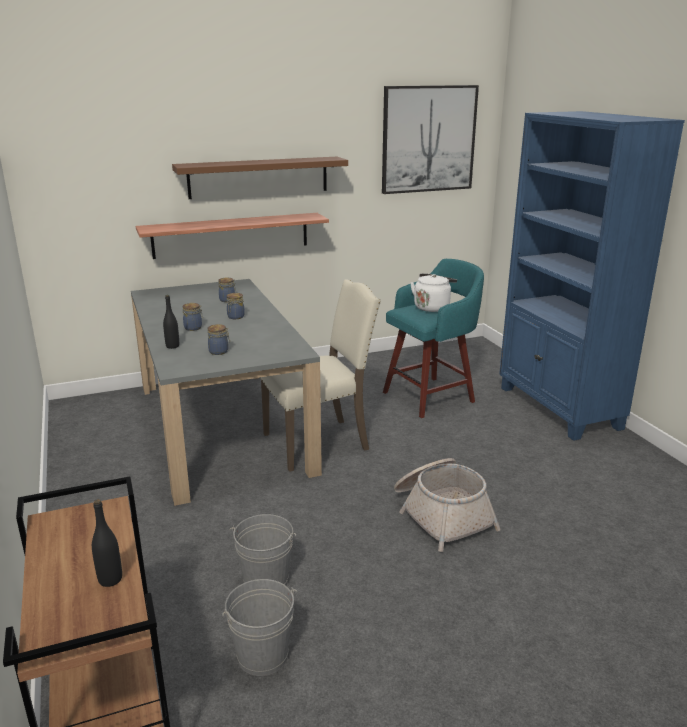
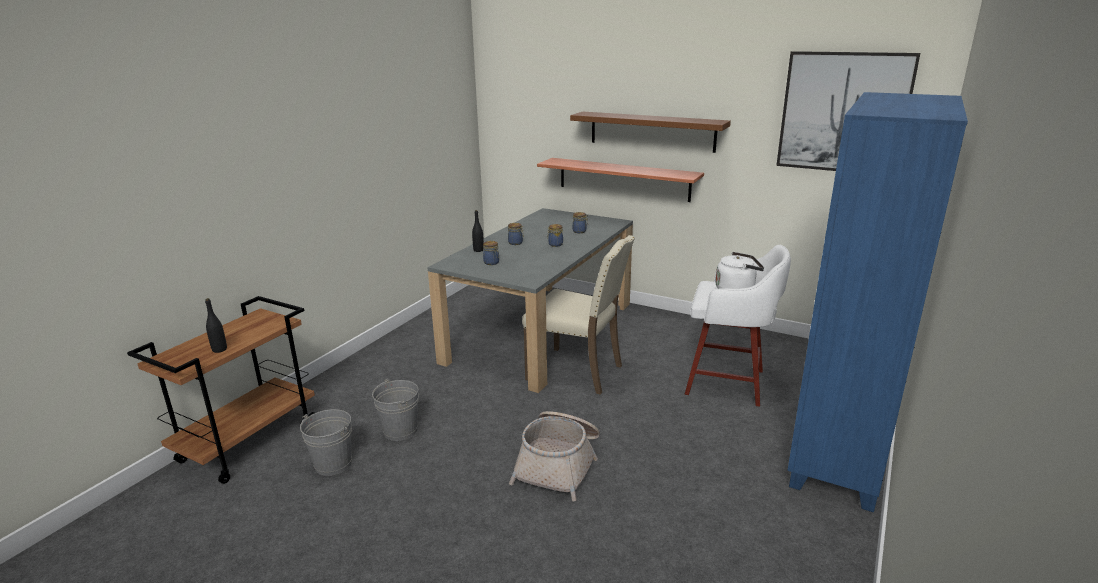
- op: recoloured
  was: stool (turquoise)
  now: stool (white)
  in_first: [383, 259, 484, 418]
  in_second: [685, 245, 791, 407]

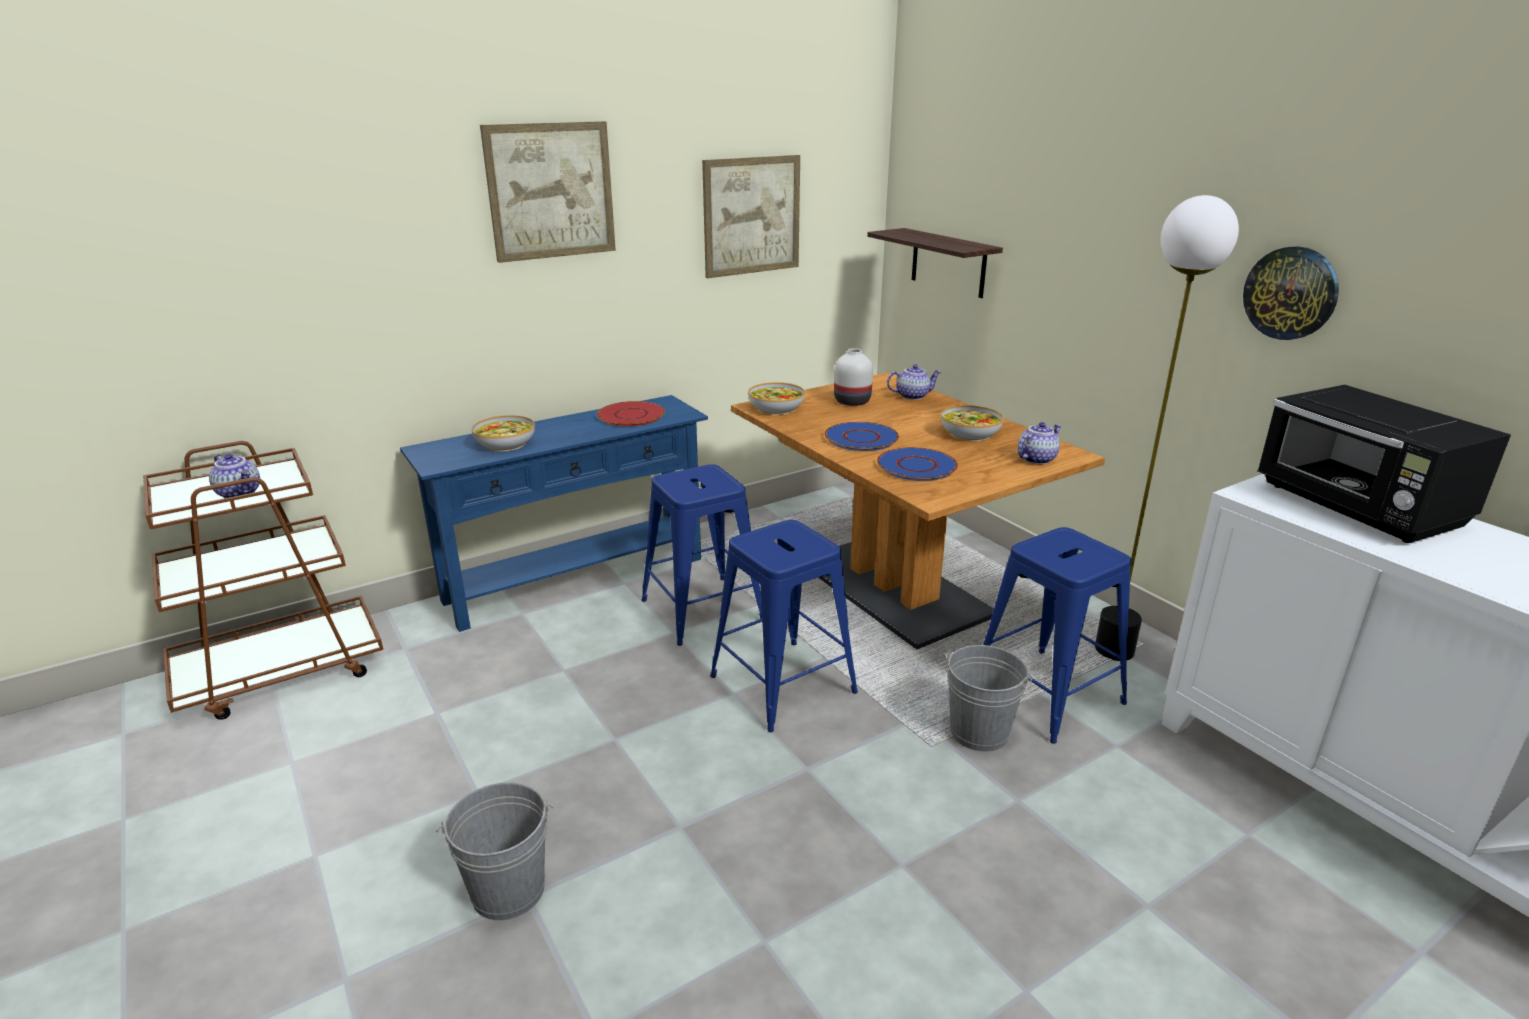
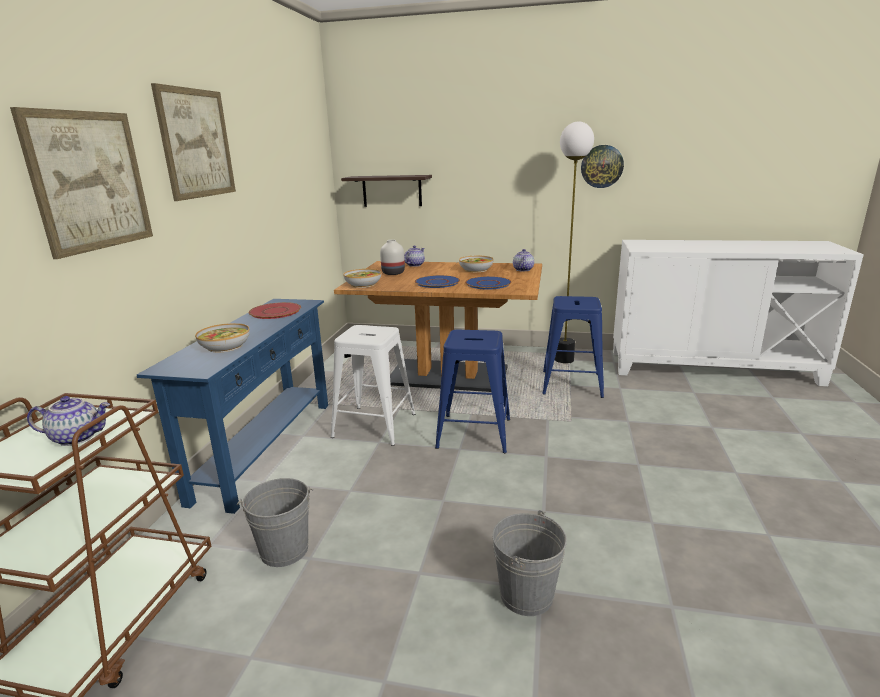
- op: moved
  was: picture
  in_first: [702, 155, 800, 278]
  in_second: [10, 107, 153, 259]
- op: removed
  was: microwave (black)
  in_first: [1257, 385, 1511, 543]
- op: recoloured
  was: stool (blue)
  now: stool (white)
  in_first: [642, 464, 762, 646]
  in_second: [331, 325, 415, 446]
- op: moved
  was: bucket (grey)
  in_first: [943, 645, 1032, 752]
  in_second: [237, 478, 313, 567]

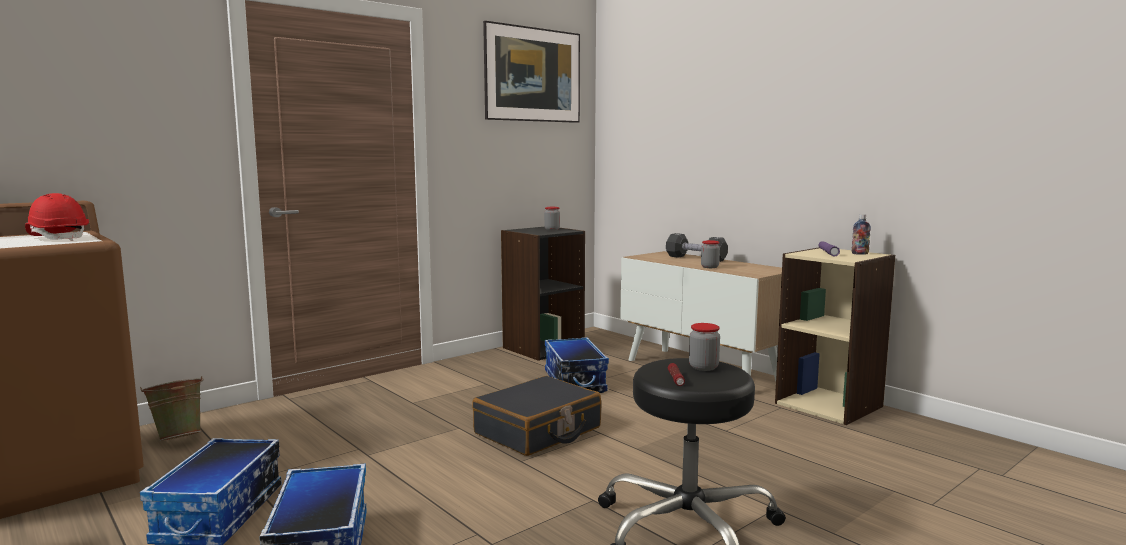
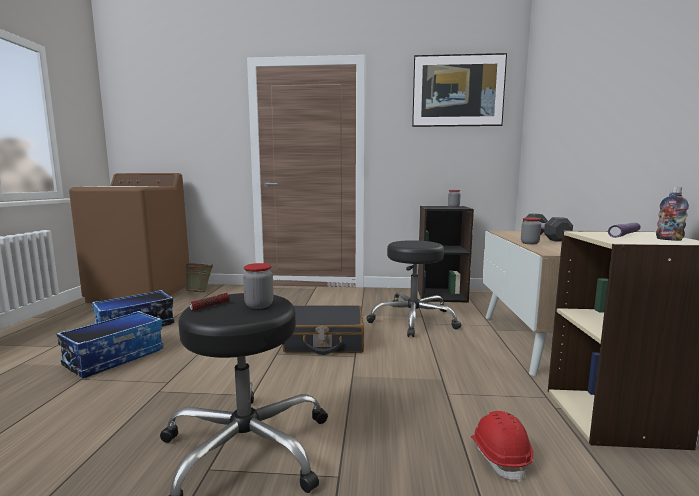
- op: moved
  was: hard hat (red)
  in_first: [25, 193, 89, 241]
  in_second: [471, 411, 533, 483]
- op: replaced
  was: storage box
  now: stool (black)
  in_first: [545, 337, 609, 393]
  in_second: [366, 240, 461, 337]

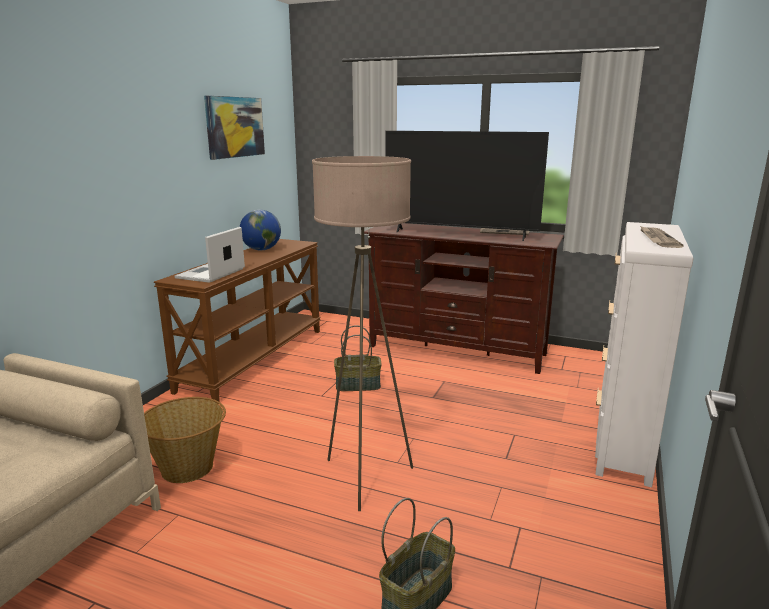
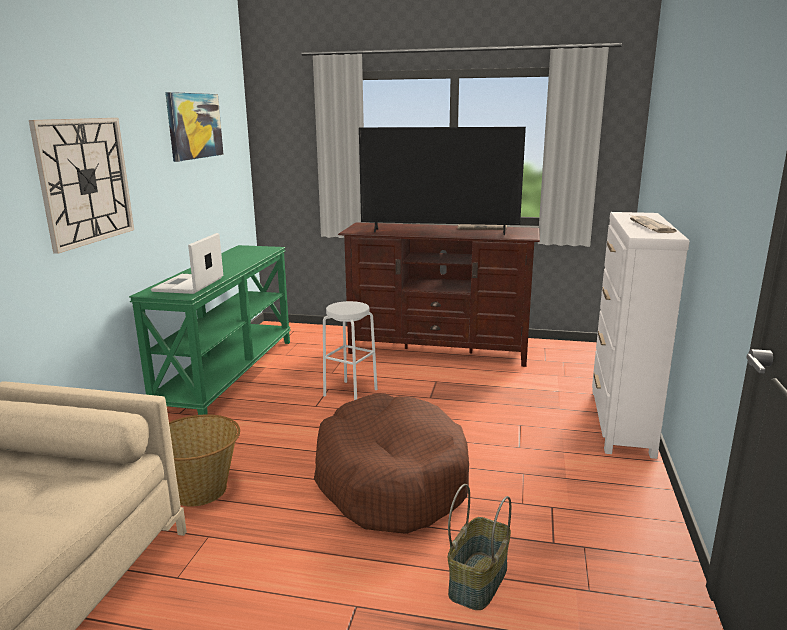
- op: replaced
  was: floor lamp (beige)
  now: dog bed (brown)
  in_first: [312, 156, 413, 511]
  in_second: [314, 394, 469, 534]
- op: removed
  was: globe
  in_first: [240, 209, 281, 250]
- op: recoloured
  was: console table (brown)
  now: console table (green)
  in_first: [154, 239, 321, 401]
  in_second: [129, 245, 291, 415]
- op: replaced
  was: basket
  now: stool (white)
  in_first: [334, 325, 382, 391]
  in_second: [323, 301, 378, 400]
- op: added
  now: wall clock
  in_second: [29, 118, 134, 254]

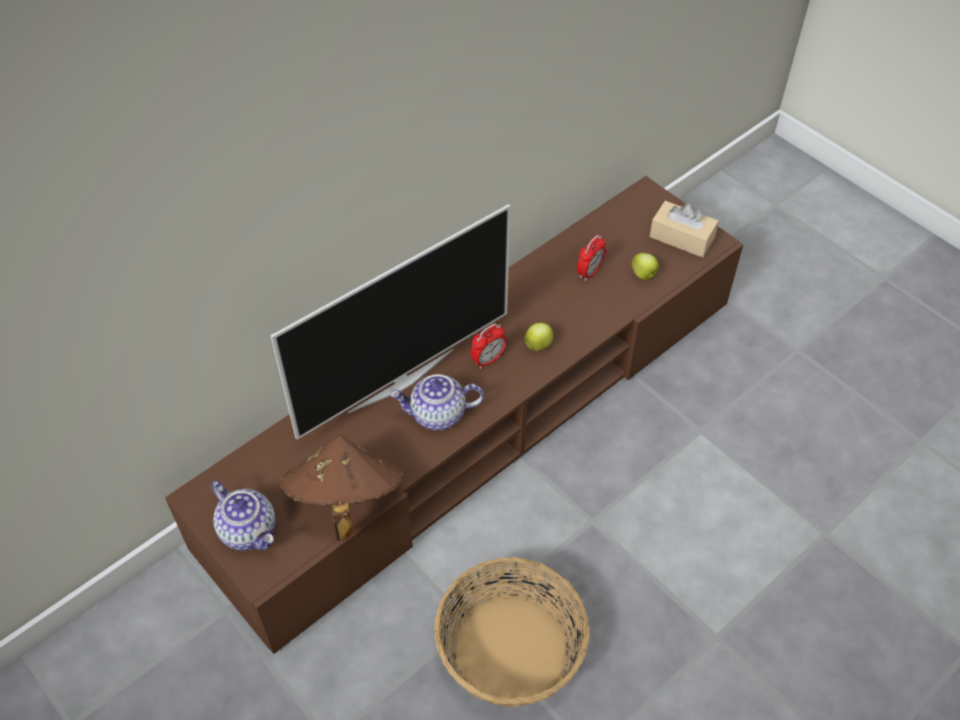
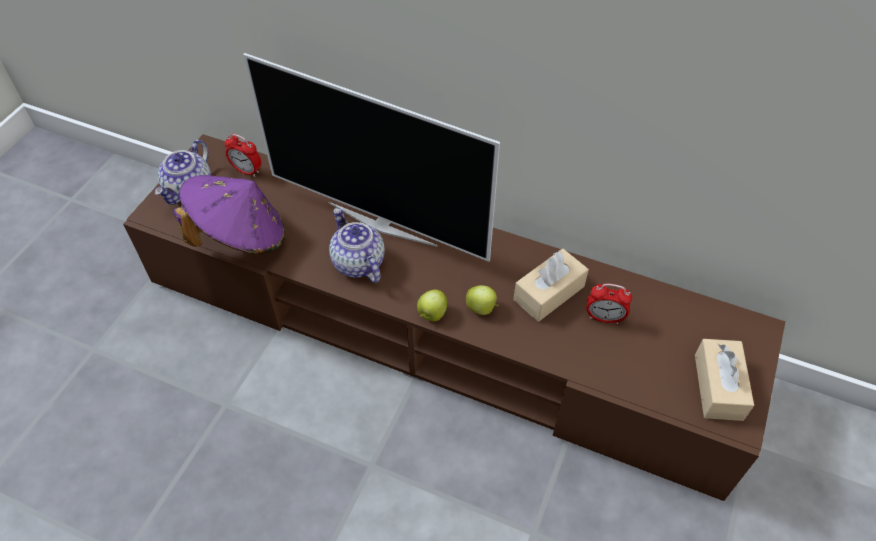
- op: moved
  was: apple
  in_first: [632, 253, 659, 280]
  in_second: [417, 289, 448, 321]
- op: moved
  was: alarm clock
  in_first: [470, 324, 507, 369]
  in_second: [224, 134, 261, 177]
- op: recoloured
  was: hat (brown)
  now: hat (purple)
  in_first: [280, 435, 404, 541]
  in_second: [173, 175, 285, 254]
- op: removed
  was: basket
  in_first: [434, 557, 589, 707]
- op: added
  now: tissue box (beige)
  in_second: [513, 249, 589, 322]

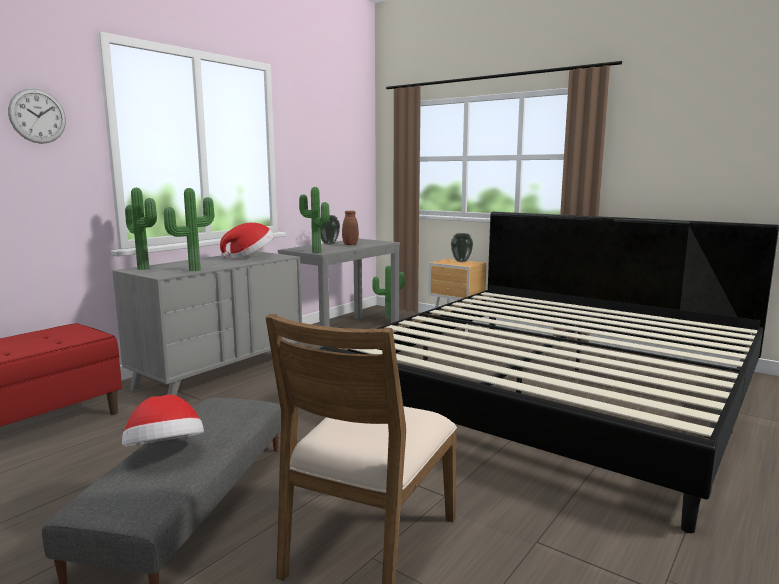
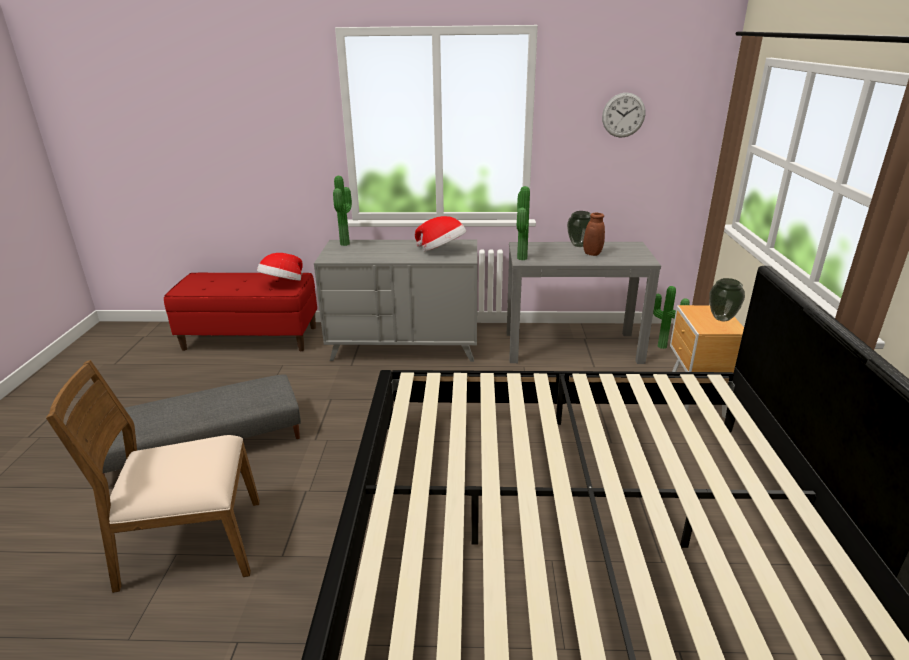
- op: moved
  was: wall clock
  in_first: [8, 89, 66, 144]
  in_second: [602, 93, 645, 138]
- op: removed
  was: potted plant
  in_first: [164, 188, 214, 271]
- op: moved
  was: hat
  in_first: [122, 394, 204, 447]
  in_second: [257, 253, 303, 281]

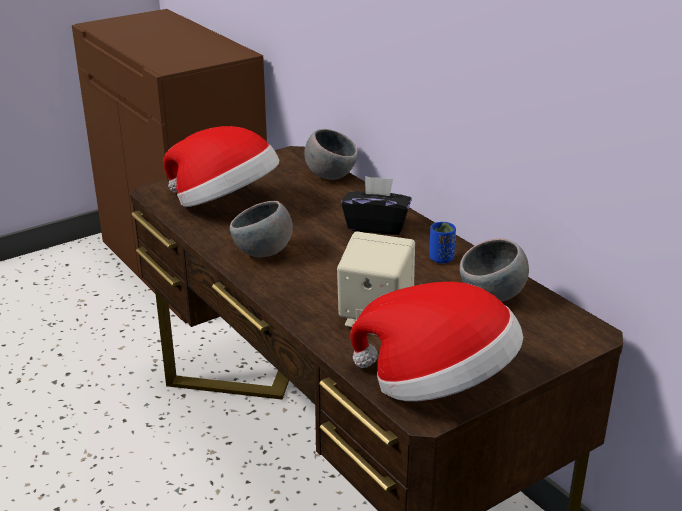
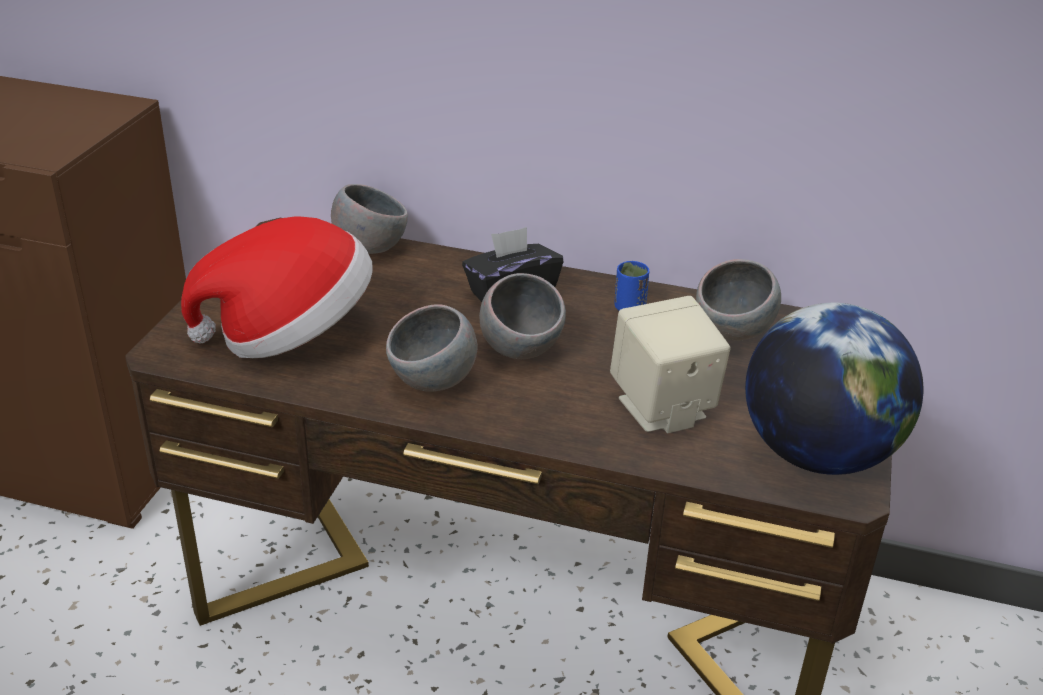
- op: replaced
  was: hat
  now: globe
  in_first: [350, 282, 523, 401]
  in_second: [745, 302, 923, 475]
- op: added
  now: bowl (grey)
  in_second: [479, 273, 566, 359]

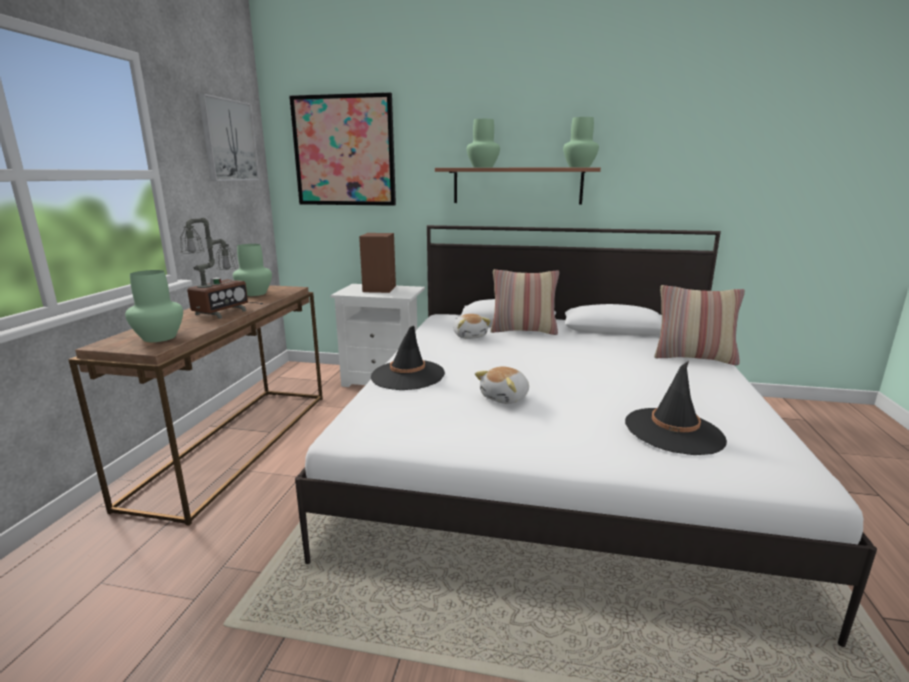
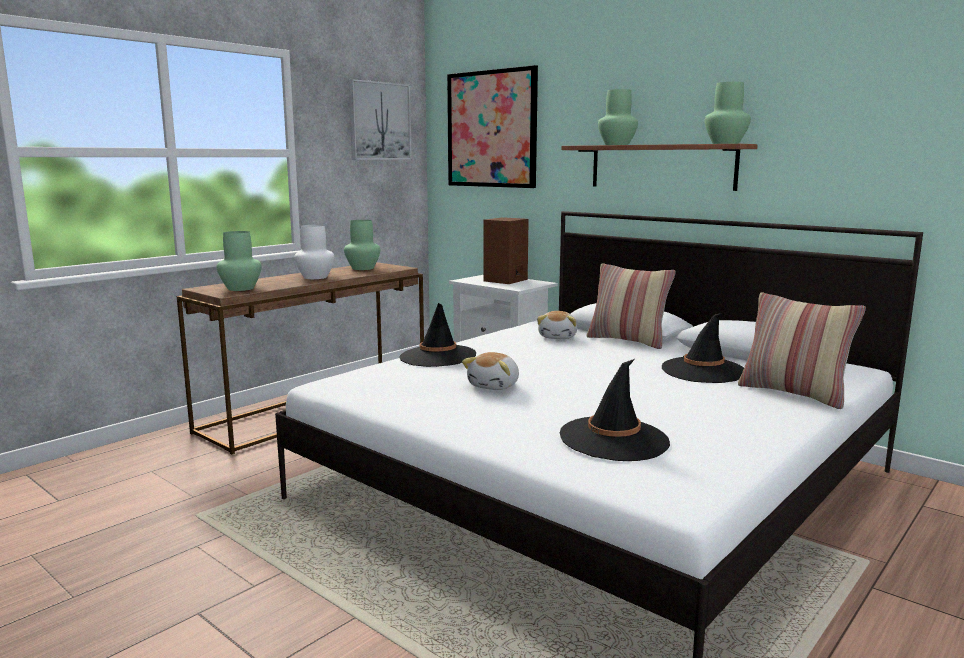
- op: replaced
  was: table lamp
  now: vase (white)
  in_first: [180, 218, 263, 319]
  in_second: [294, 225, 334, 279]
- op: turned
  was: plush toy
  in_first: [475, 367, 529, 404]
  in_second: [462, 352, 519, 390]
  clockwise: -45
- op: added
  now: hat (black)
  in_second: [662, 313, 744, 383]

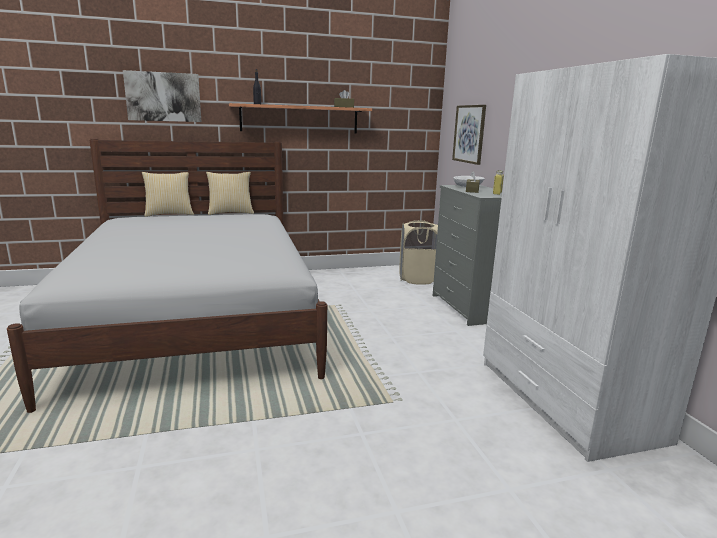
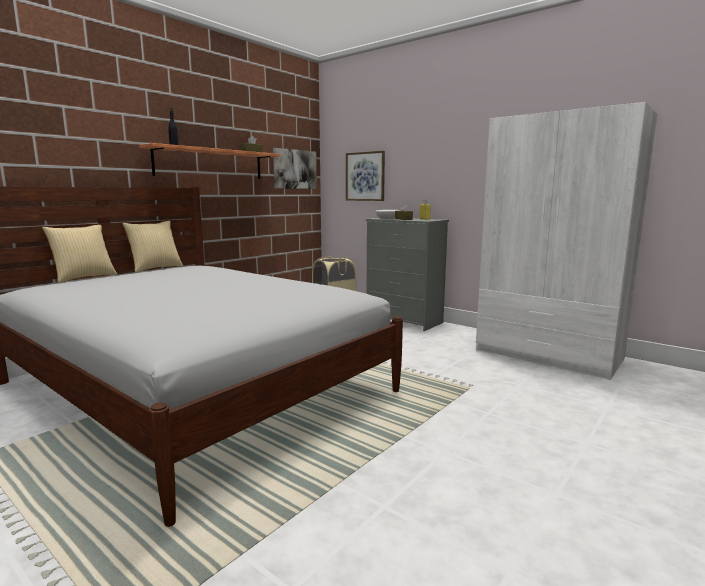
- op: moved
  was: picture
  in_first: [123, 70, 201, 122]
  in_second: [273, 148, 317, 189]

